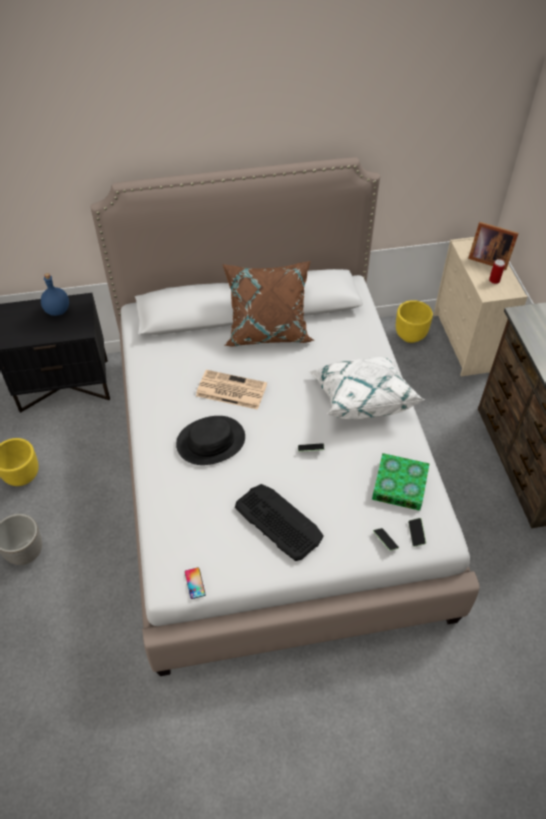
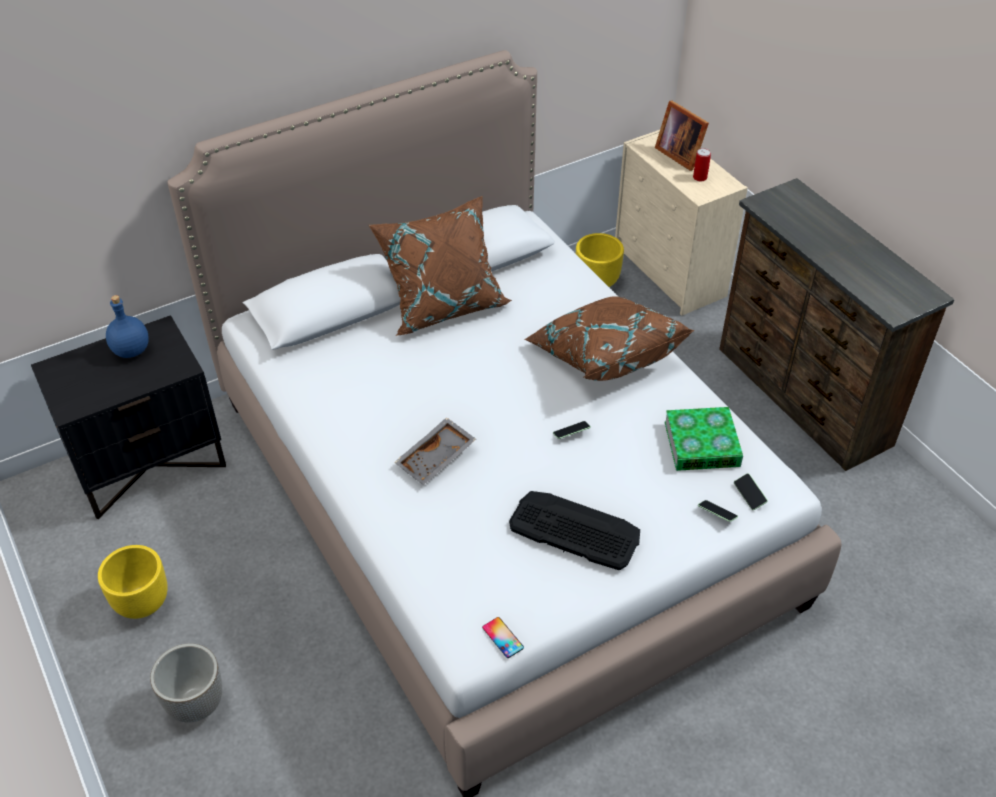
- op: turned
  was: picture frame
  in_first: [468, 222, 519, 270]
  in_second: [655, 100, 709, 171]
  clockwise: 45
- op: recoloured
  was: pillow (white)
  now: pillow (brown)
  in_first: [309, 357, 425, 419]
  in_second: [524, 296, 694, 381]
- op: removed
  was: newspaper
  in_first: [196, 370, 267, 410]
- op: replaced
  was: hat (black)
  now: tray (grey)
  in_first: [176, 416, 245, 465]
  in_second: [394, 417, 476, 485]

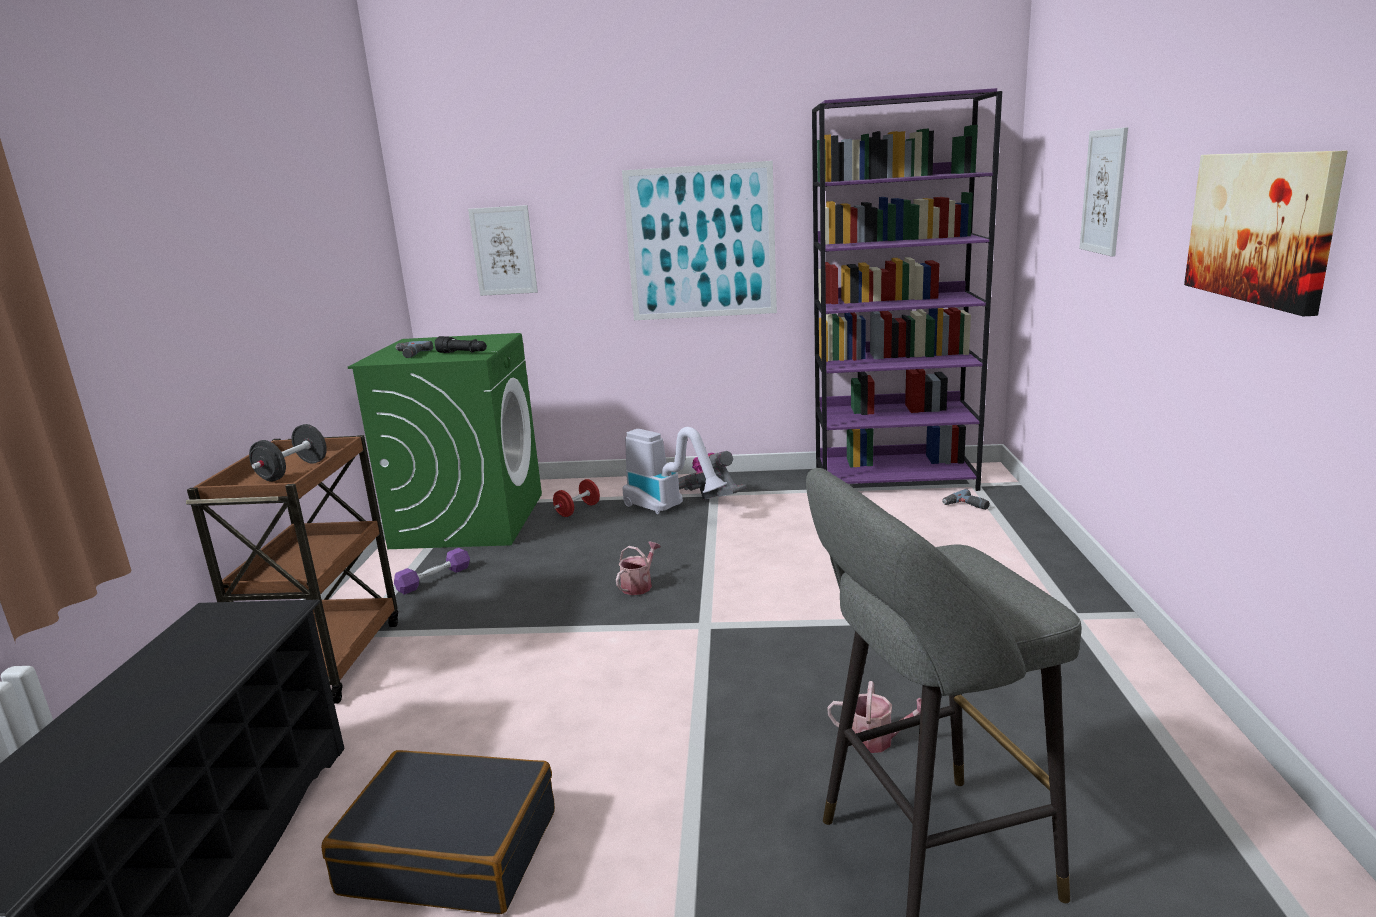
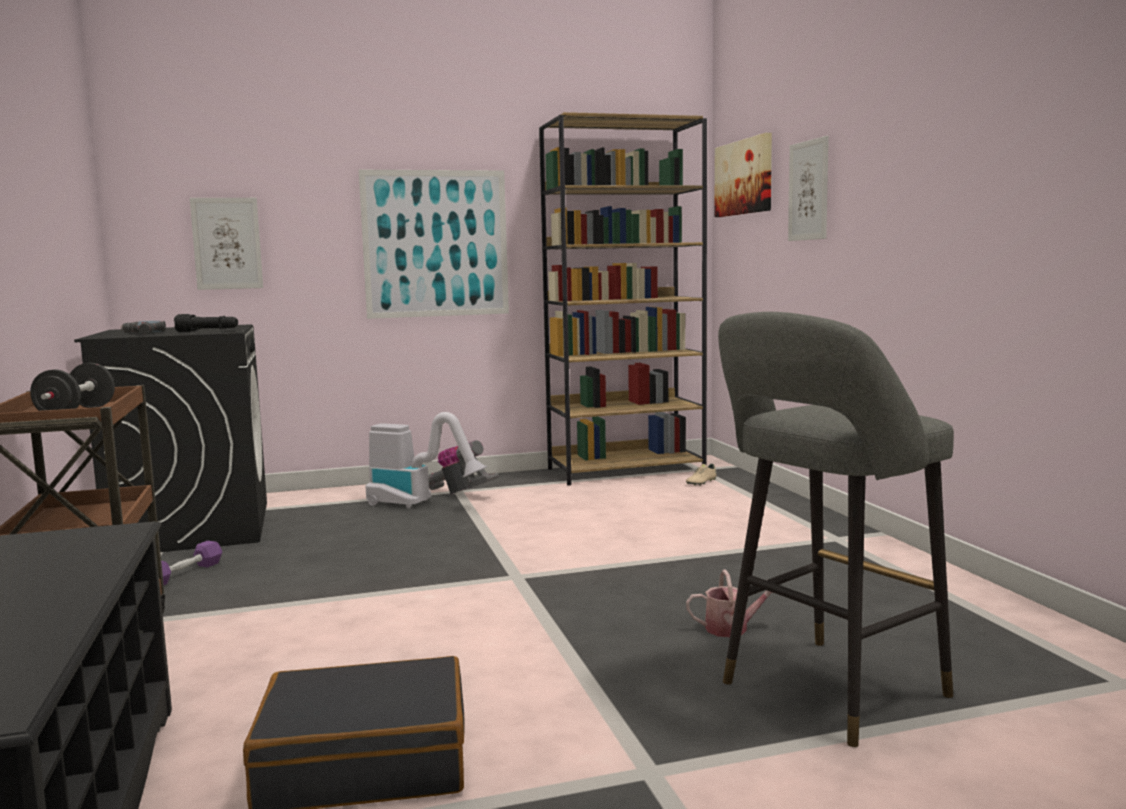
- op: recoloured
  was: bookcase (purple)
  now: bookcase (brown)
  in_first: [812, 88, 1002, 491]
  in_second: [539, 112, 707, 485]
- op: moved
  was: picture
  in_first: [1184, 150, 1348, 316]
  in_second: [715, 133, 772, 217]
- op: recoloured
  was: washing machine (green)
  now: washing machine (black)
  in_first: [348, 333, 542, 549]
  in_second: [74, 324, 267, 552]
- op: removed
  was: dumbbell (red)
  in_first: [553, 479, 600, 517]
- op: replaced
  was: power drill
  now: shoe (beige)
  in_first: [942, 489, 990, 510]
  in_second: [686, 464, 717, 486]
- op: removed
  was: watering can
  in_first: [616, 542, 661, 595]

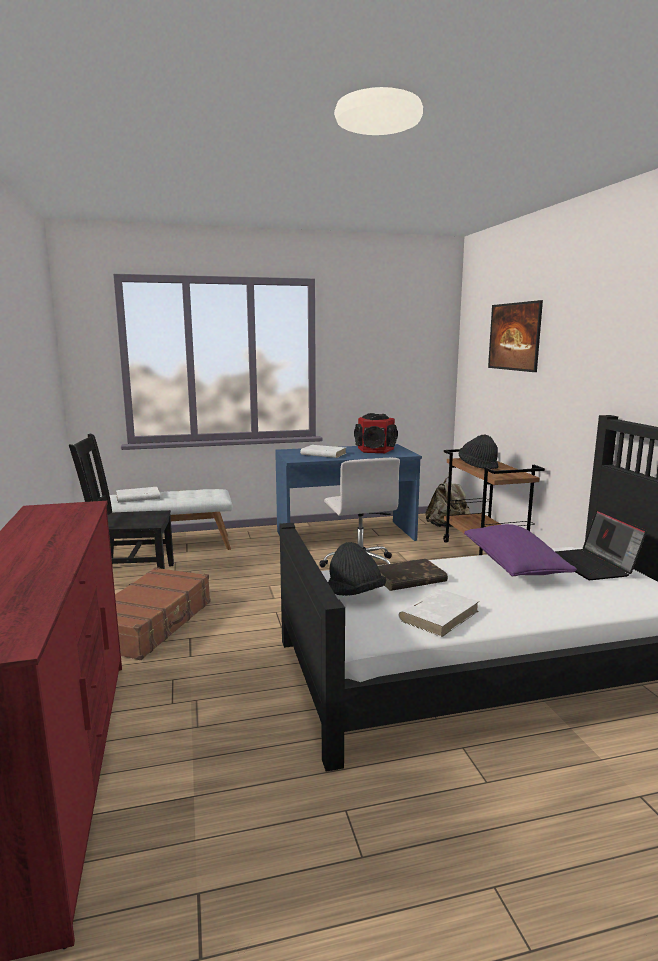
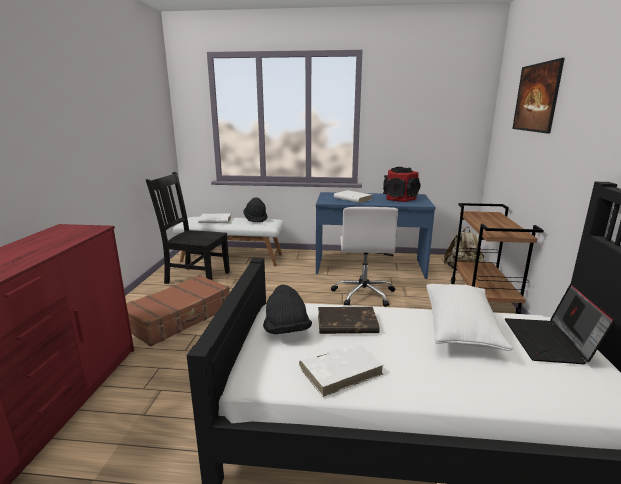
- op: moved
  was: hat (black)
  in_first: [459, 435, 499, 469]
  in_second: [243, 197, 267, 222]
- op: recoloured
  was: pillow (purple)
  now: pillow (white)
  in_first: [464, 524, 577, 576]
  in_second: [426, 284, 513, 351]

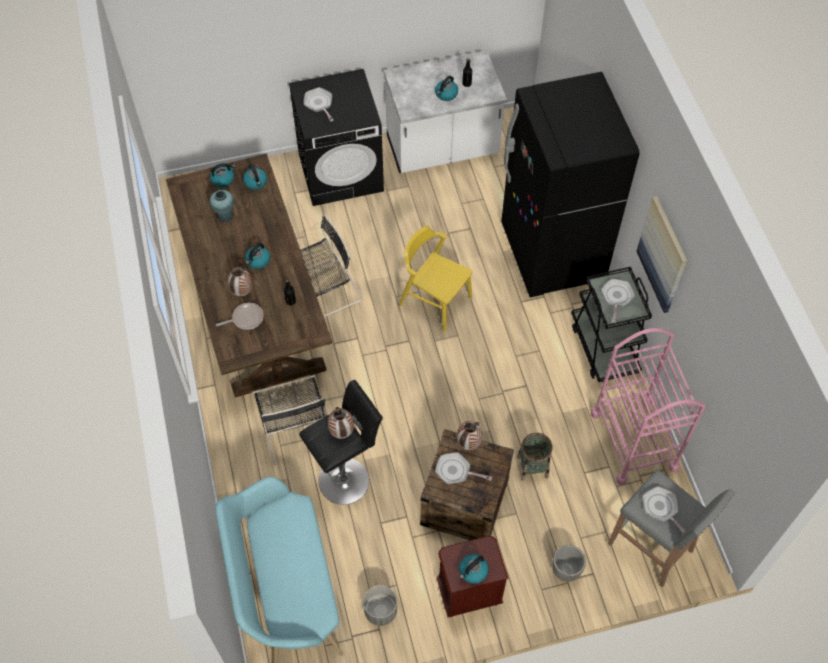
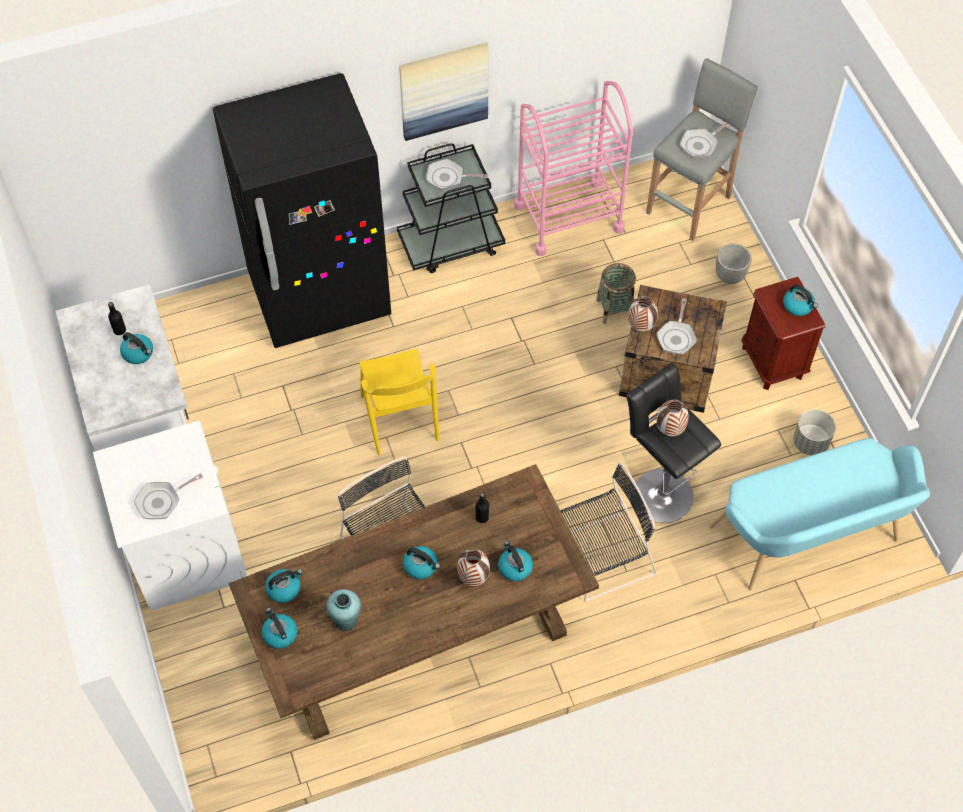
- op: recoloured
  was: washing machine (black)
  now: washing machine (white)
  in_first: [289, 69, 384, 206]
  in_second: [93, 421, 247, 611]
- op: turned
  was: chair (yellow)
  in_first: [399, 226, 472, 332]
  in_second: [359, 348, 439, 455]
  clockwise: -45
- op: replaced
  was: frying pan
  now: kettle
  in_first: [216, 303, 264, 330]
  in_second: [498, 541, 533, 581]

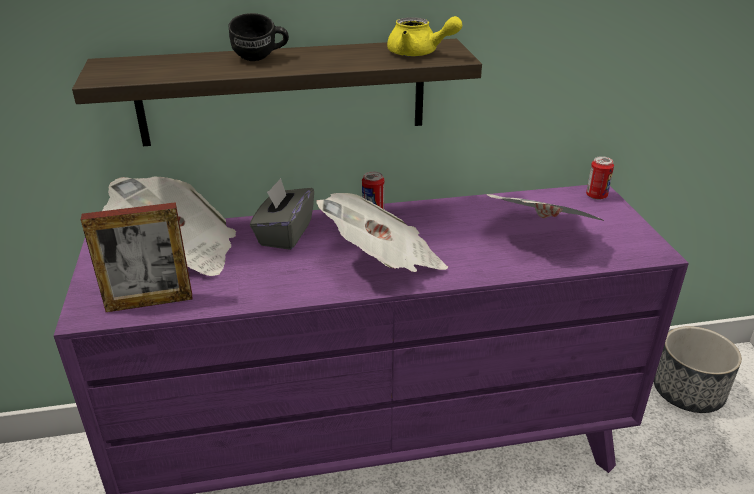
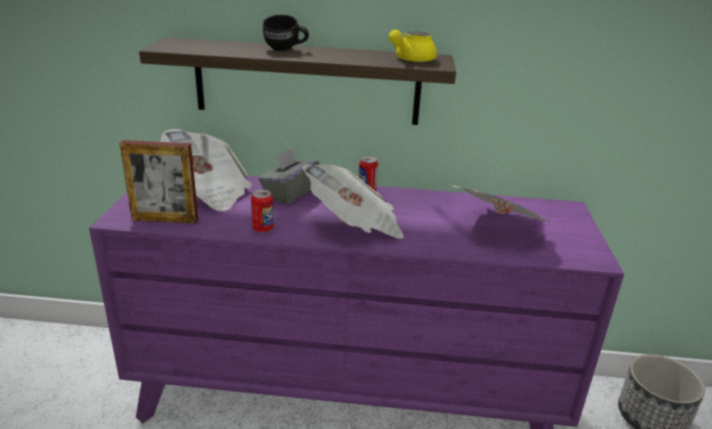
- op: turned
  was: teapot (yellow)
  in_first: [387, 16, 462, 57]
  in_second: [389, 30, 437, 62]
  clockwise: 90
- op: moved
  was: can
  in_first: [586, 156, 614, 200]
  in_second: [251, 190, 274, 232]

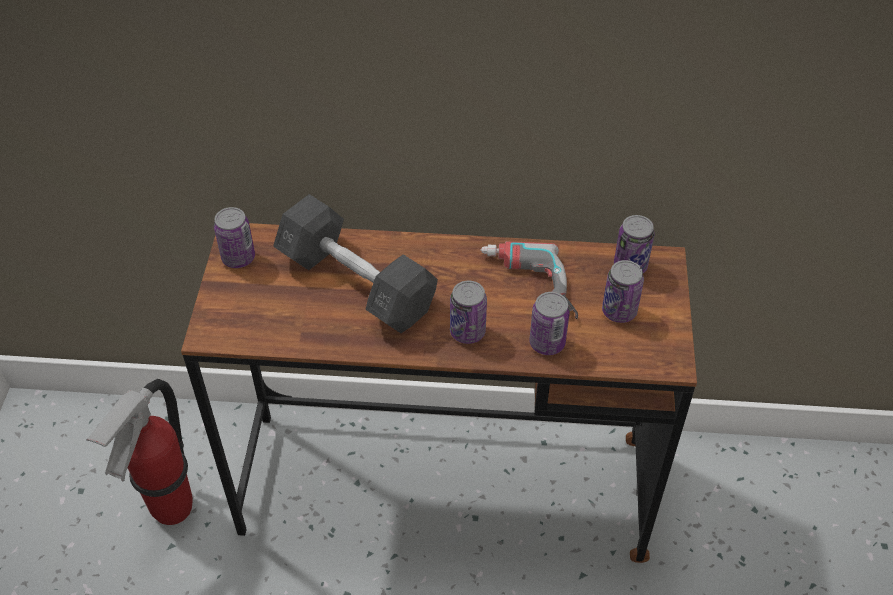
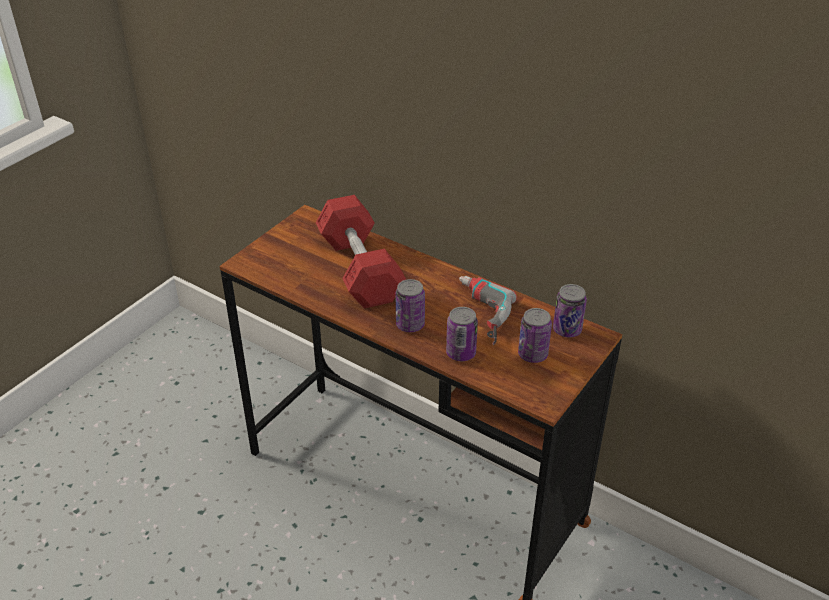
- op: recoloured
  was: dumbbell (grey)
  now: dumbbell (red)
  in_first: [273, 194, 438, 333]
  in_second: [316, 195, 406, 309]
- op: removed
  was: can
  in_first: [214, 207, 255, 268]
- op: removed
  was: fire extinguisher
  in_first: [86, 379, 193, 525]

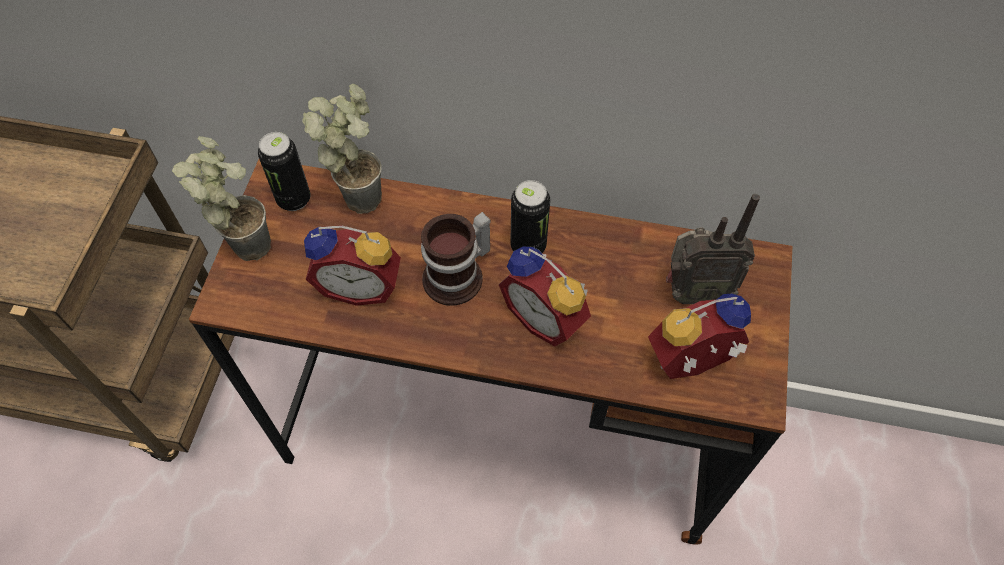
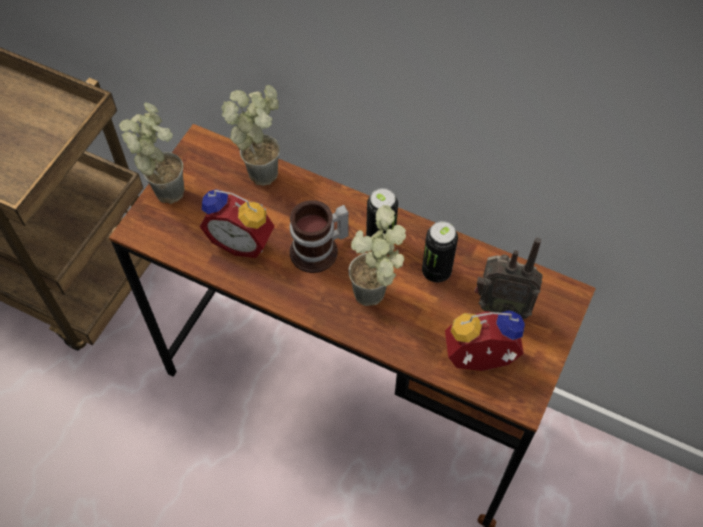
- op: moved
  was: can
  in_first: [258, 132, 310, 211]
  in_second: [422, 221, 458, 282]
- op: replaced
  was: alarm clock
  now: potted plant
  in_first: [499, 246, 591, 347]
  in_second: [349, 205, 406, 306]

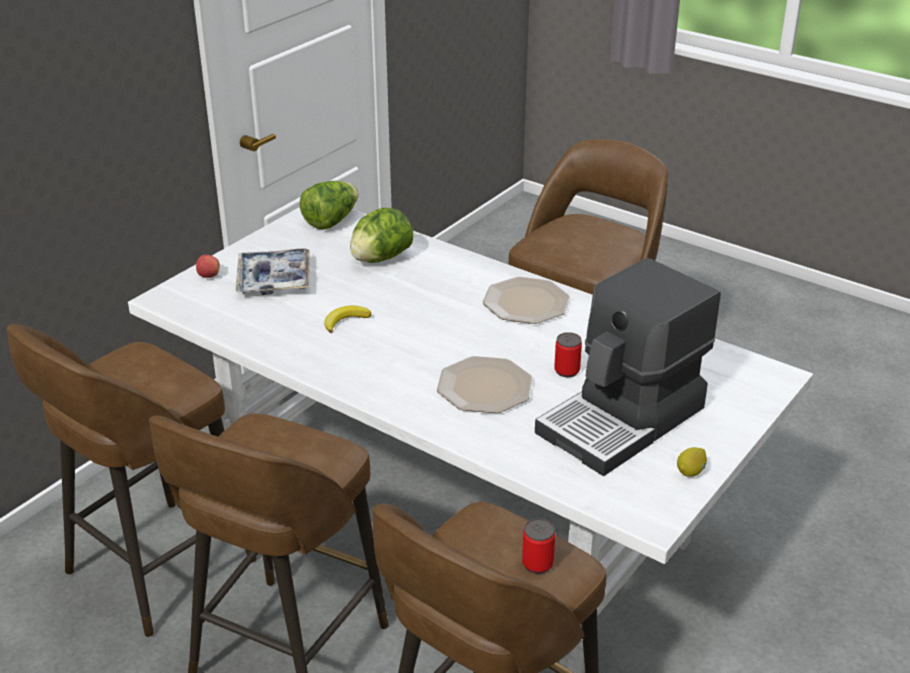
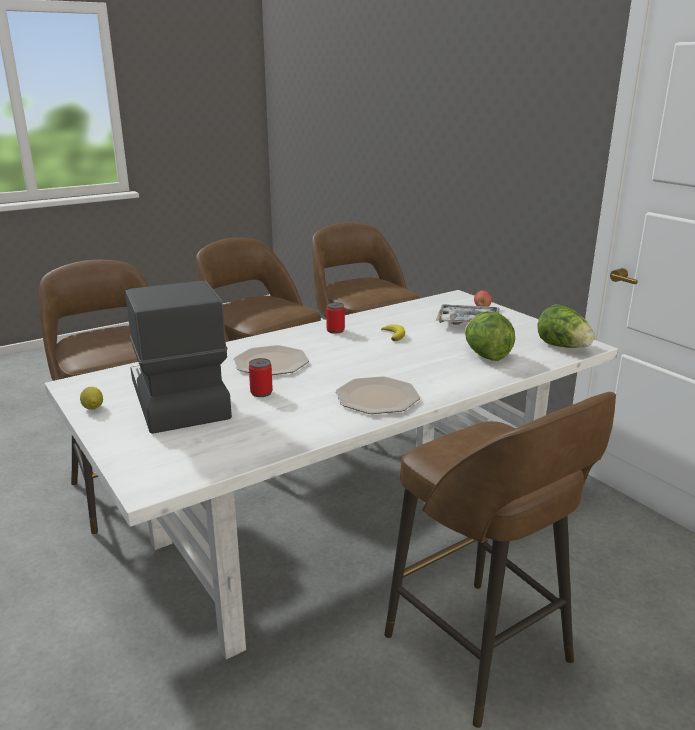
- op: moved
  was: can
  in_first: [522, 519, 555, 574]
  in_second: [326, 302, 345, 334]

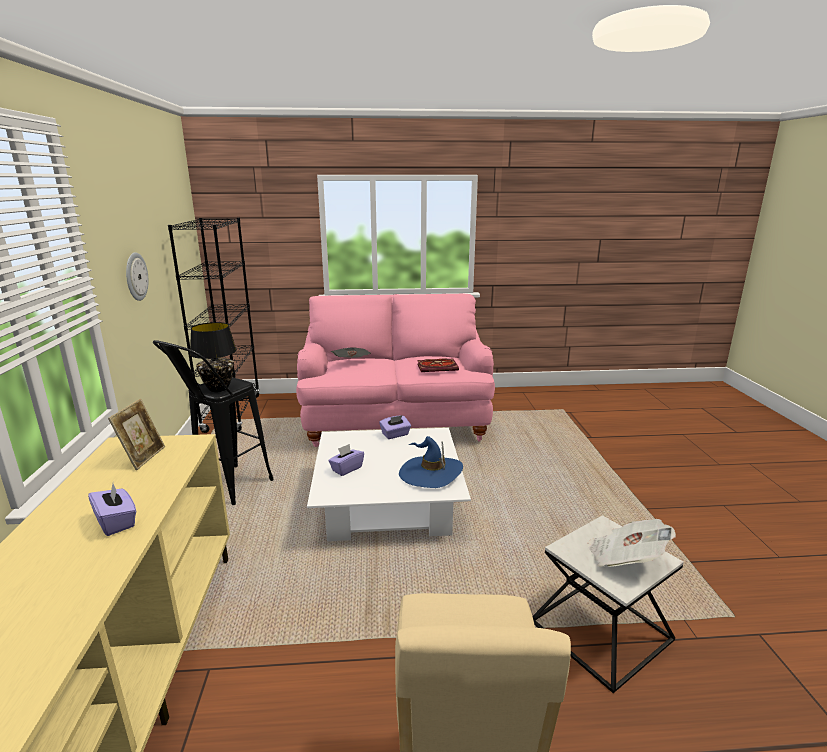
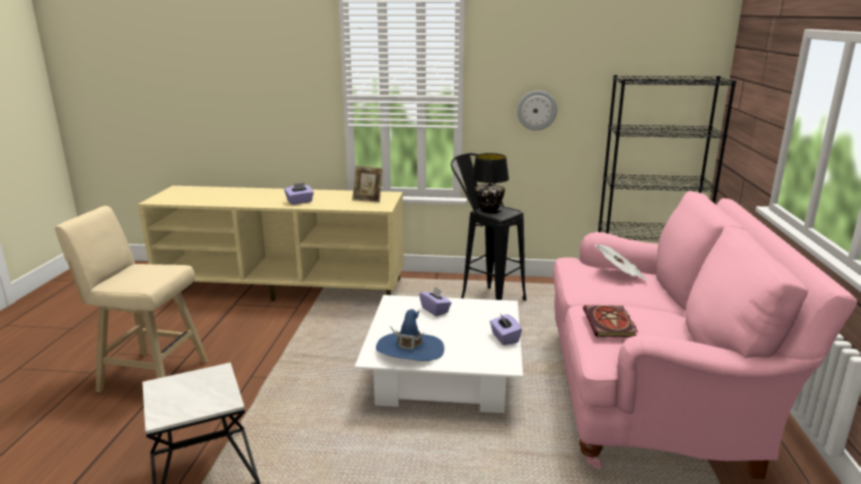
- op: removed
  was: newspaper
  in_first: [587, 519, 676, 567]

